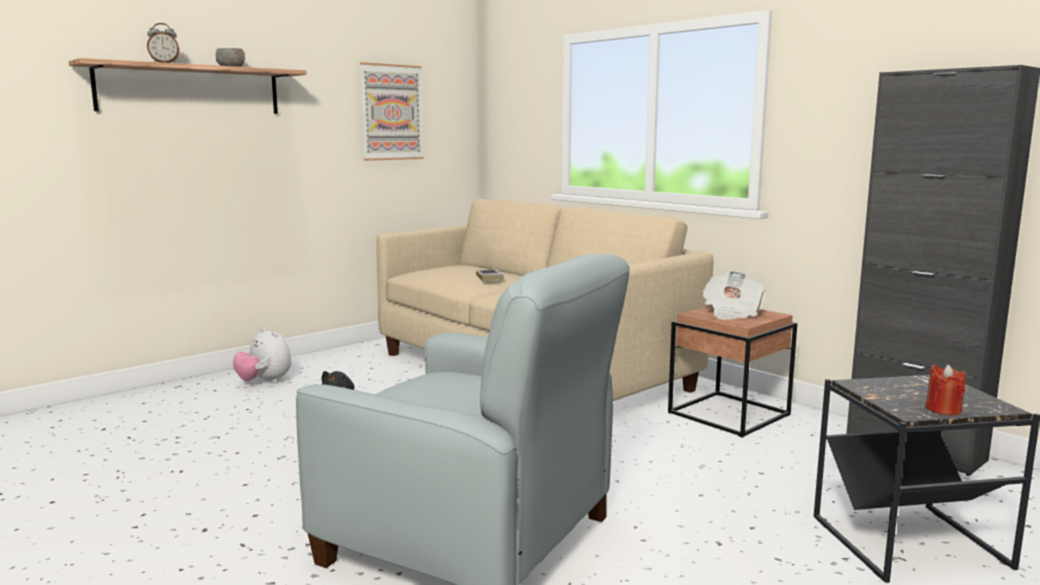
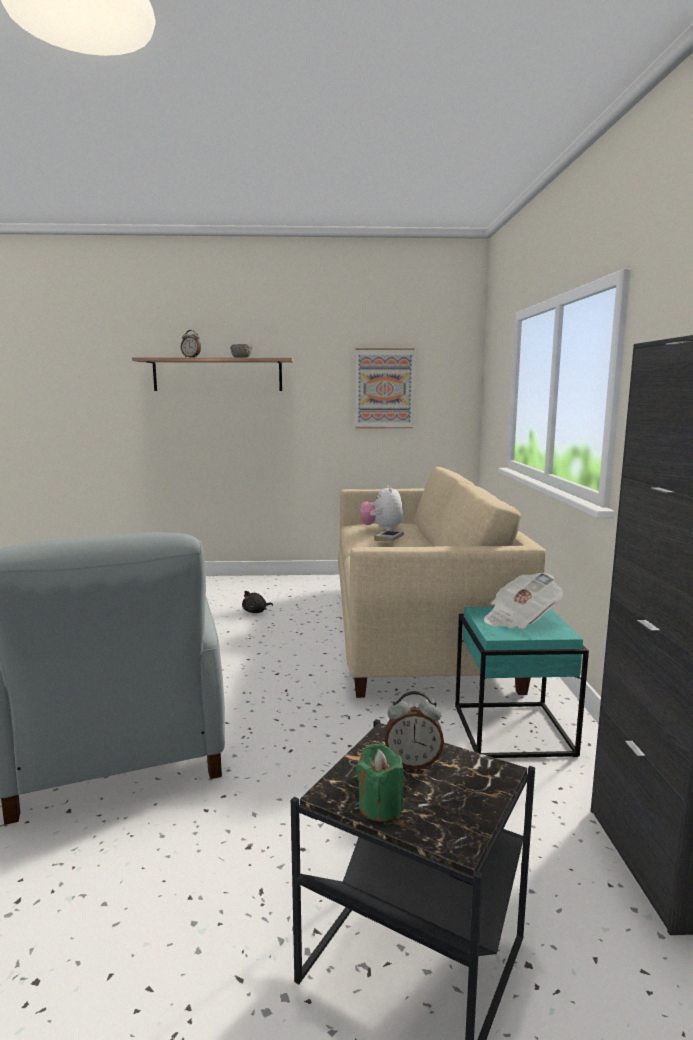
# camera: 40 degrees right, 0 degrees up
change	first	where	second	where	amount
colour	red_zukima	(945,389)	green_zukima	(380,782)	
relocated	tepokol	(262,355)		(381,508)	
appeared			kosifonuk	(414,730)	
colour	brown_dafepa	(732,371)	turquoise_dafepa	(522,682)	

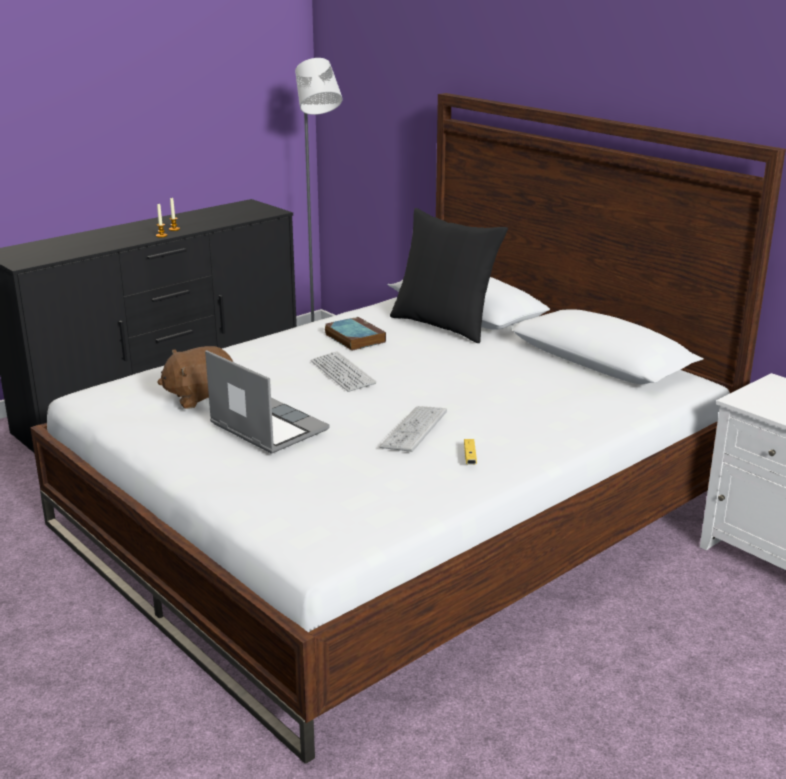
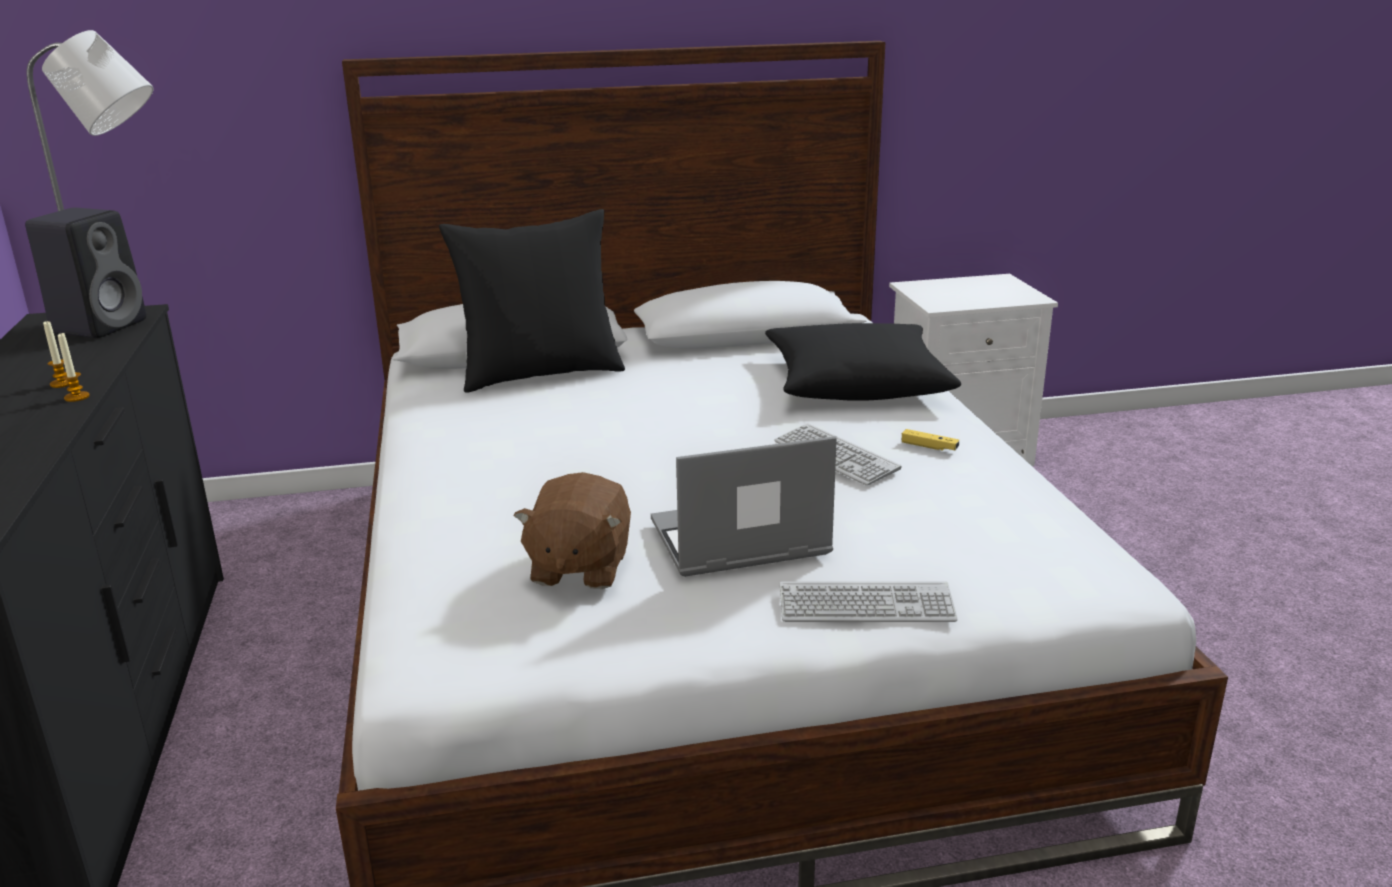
# camera: 60 degrees left, 0 degrees up
change	first	where	second	where	amount
appeared			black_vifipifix	(85,273)	
appeared			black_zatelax	(863,362)	
relocated	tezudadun	(343,371)		(868,602)	
missing	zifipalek	(355,334)			

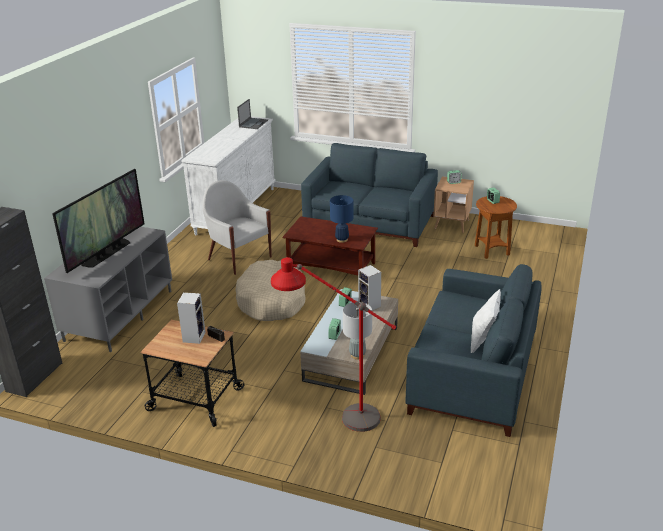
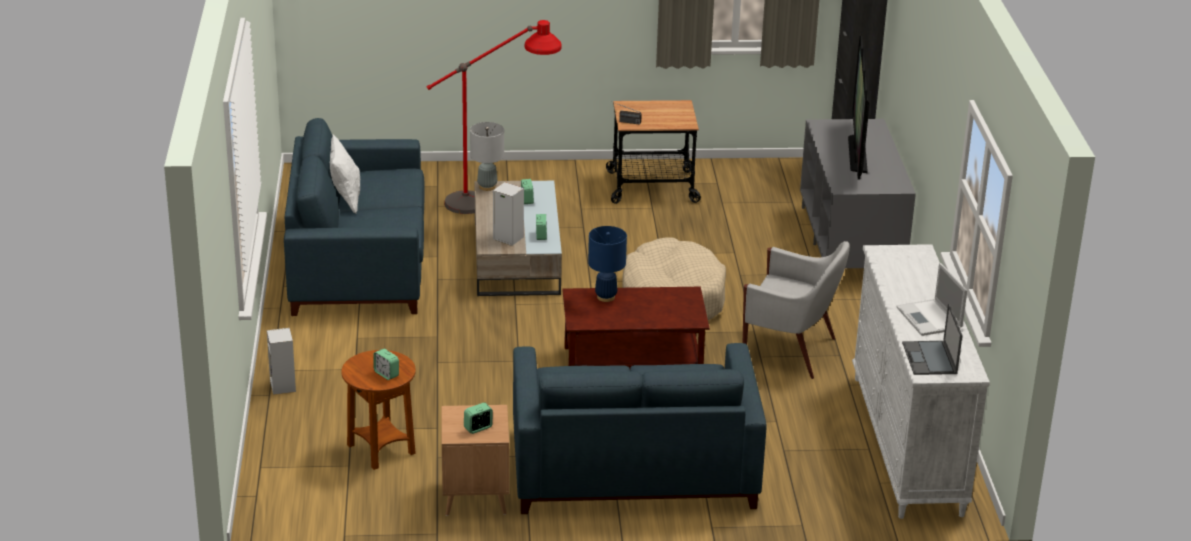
# camera: 155 degrees right, 0 degrees up
change	first	where	second	where	amount
relocated	vifipifix	(191,318)		(281,361)	
appeared			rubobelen	(931,299)	

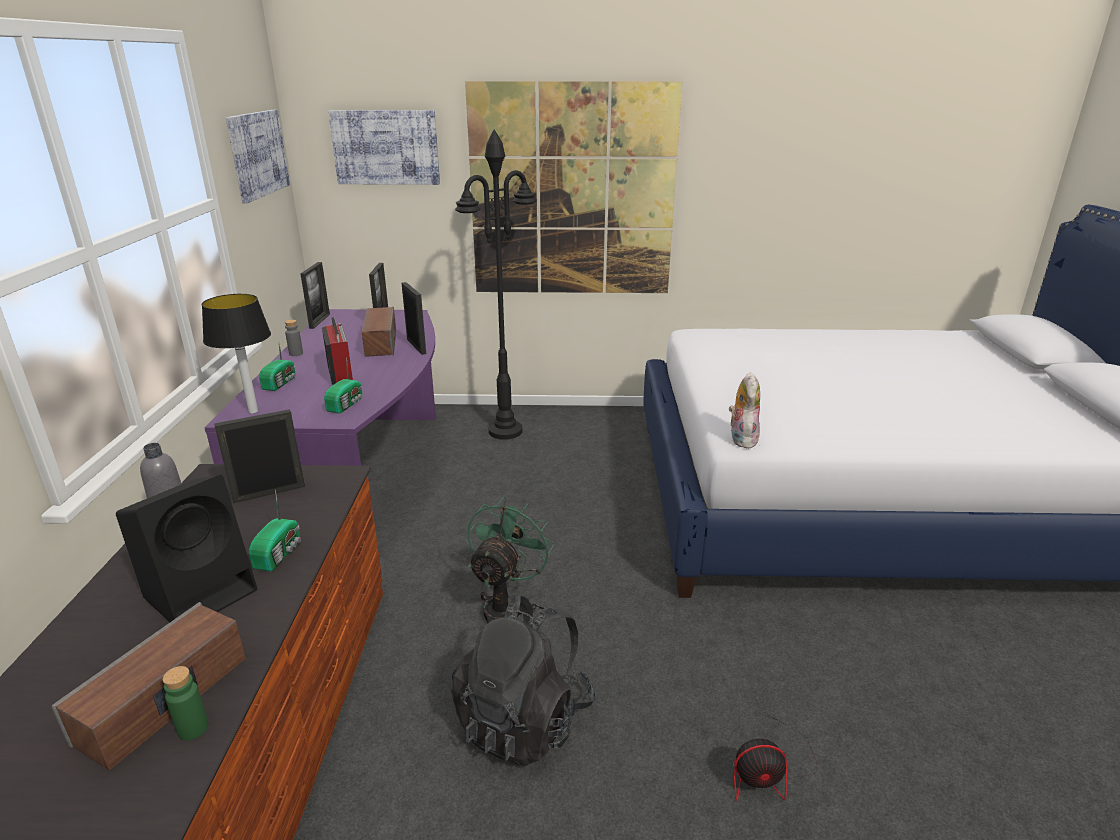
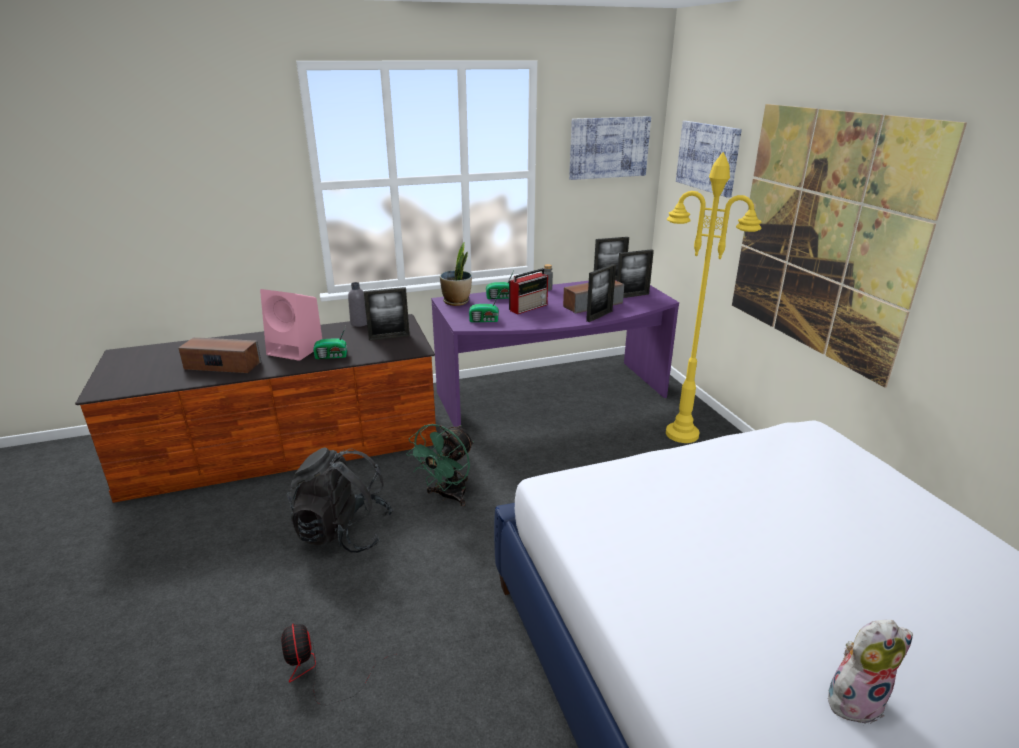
# camera: 70 degrees right, 0 degrees up
change	first	where	second	where	amount
colour	black_vifipifix	(186,548)	pink_vifipifix	(291,325)	
spun	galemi	(259,456)		(387,314)	120 degrees clockwise
spun	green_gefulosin	(510,559)		(440,465)	120 degrees clockwise
exchanged	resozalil	(236,354)	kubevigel	(456,274)	
colour	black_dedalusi	(495,285)	yellow_dedalusi	(714,297)	
relocated	tepokol	(744,410)		(870,672)	
missing	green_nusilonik	(186,703)			

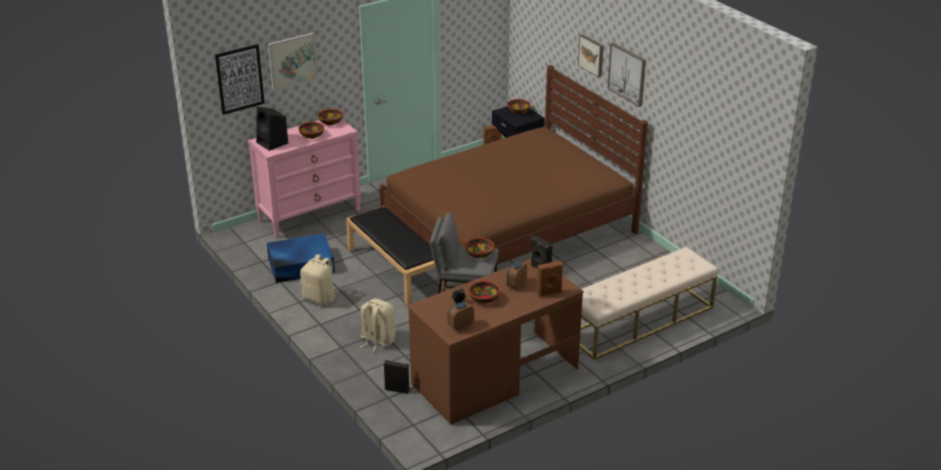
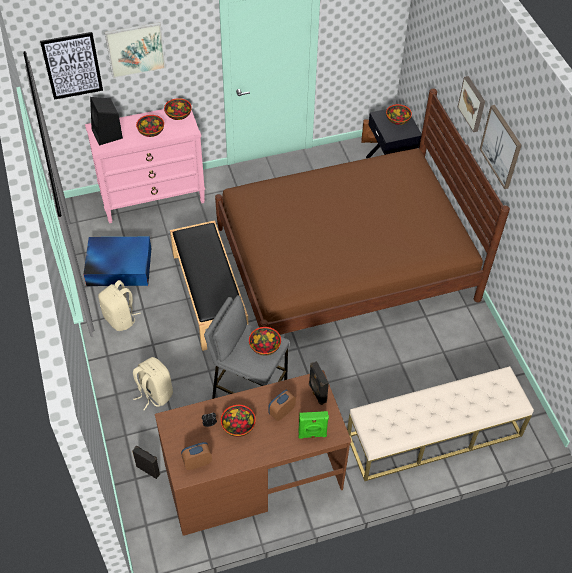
# camera: 15 degrees right, 20 degrees up
change	first	where	second	where	amount
colour	brown_vifipifix	(550,278)	green_vifipifix	(313,425)	

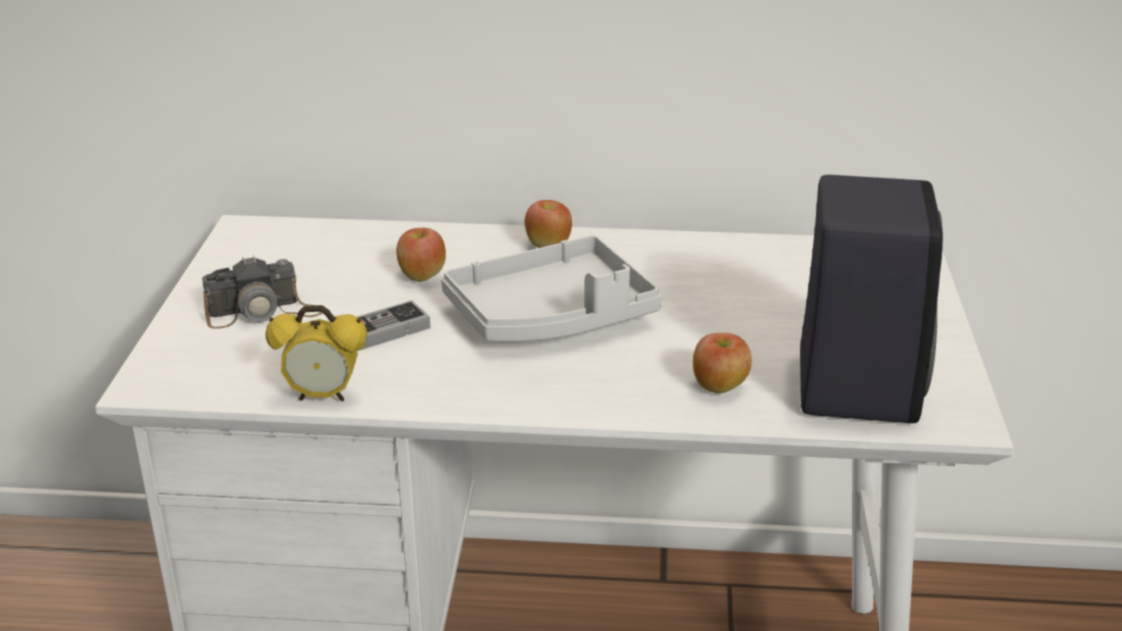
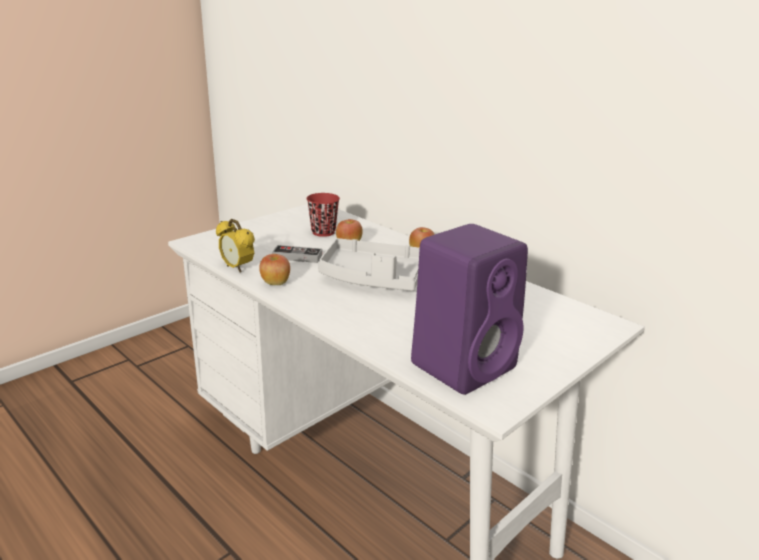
# camera: 40 degrees right, 5 degrees down
change	first	where	second	where	amount
relocated	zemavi	(722,363)		(274,269)	
appeared			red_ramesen	(323,215)	
colour	black_vifipifix	(871,299)	purple_vifipifix	(469,309)	
missing	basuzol	(262,292)			

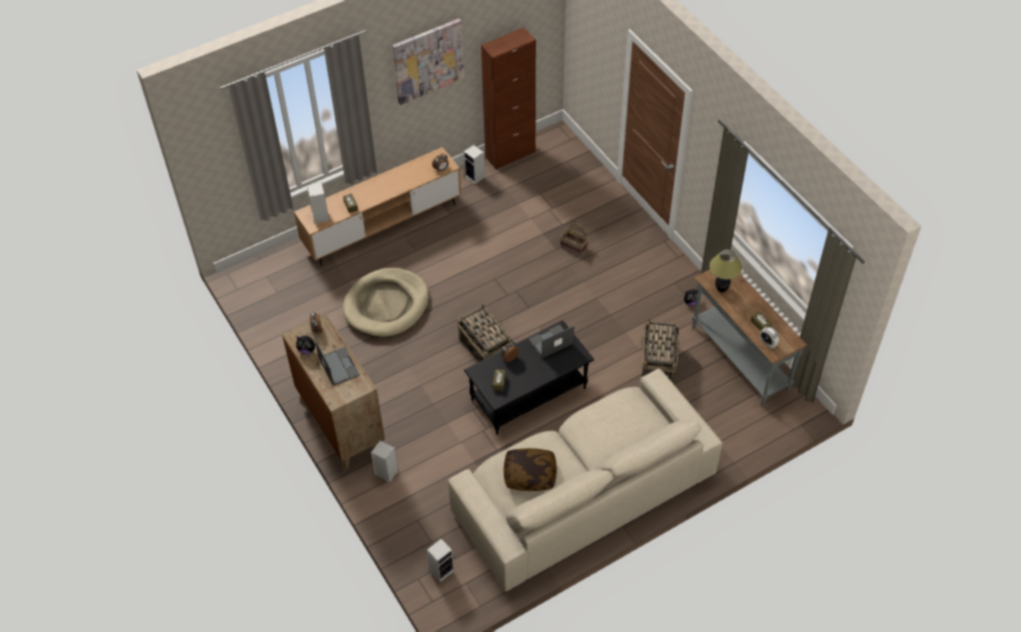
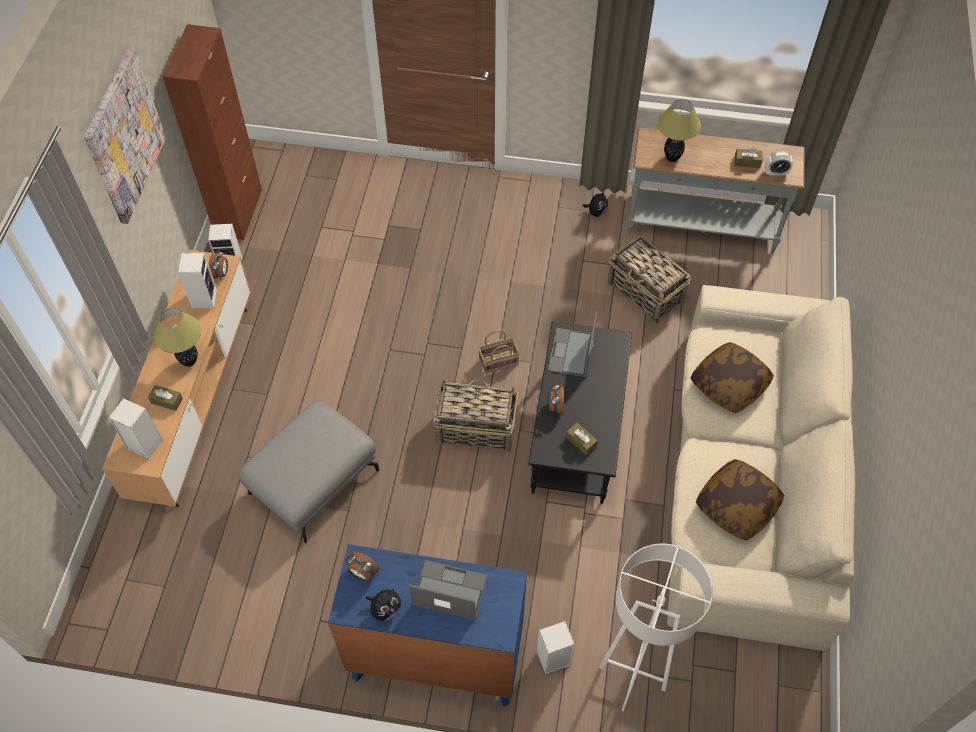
# camera: 50 degrees left, 5 degrees up
change	first	where	second	where	amount
appeared			resozalil	(177,337)	
relocated	vifipifix	(440,560)		(197,281)	
exchanged	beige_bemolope	(386,302)	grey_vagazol	(309,472)	
colour	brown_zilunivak	(333,392)	blue_zilunivak	(427,625)	
relocated	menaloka	(574,239)		(498,352)	
appeared			white_dedalusi	(656,627)	
appeared			zatelax	(732,377)	

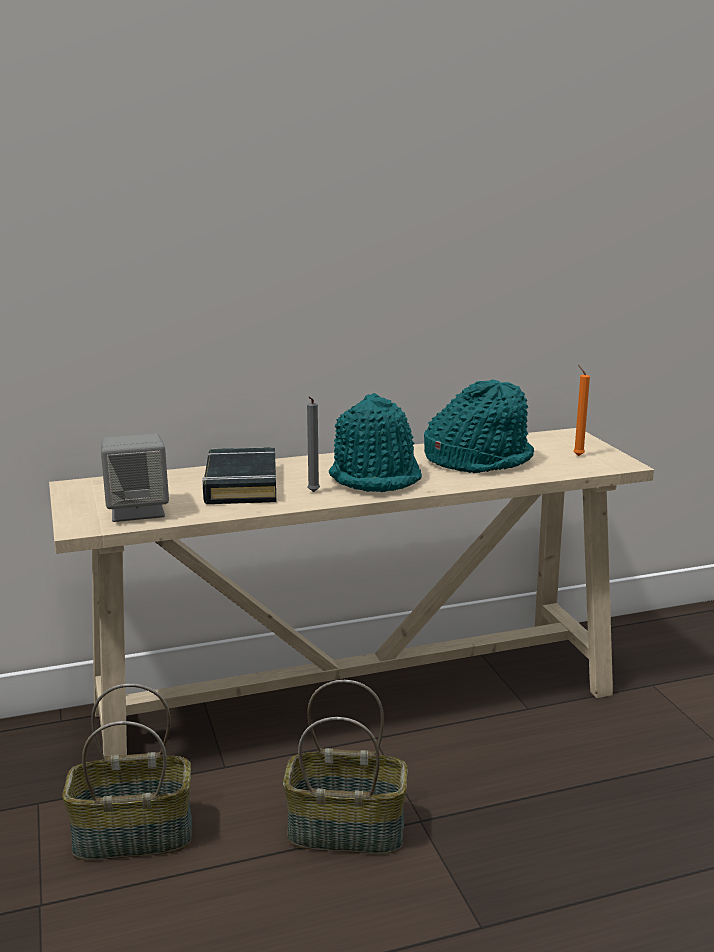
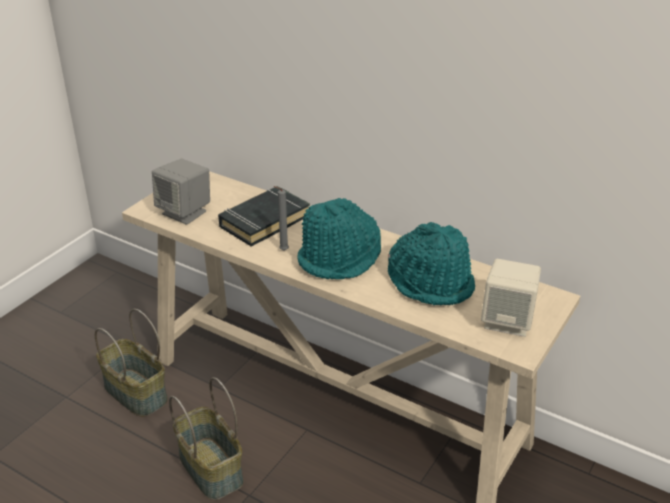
# camera: 50 degrees right, 15 degrees up
change	first	where	second	where	amount
exchanged	orange_zukima	(581,410)	beige_vifipifix	(511,298)	

